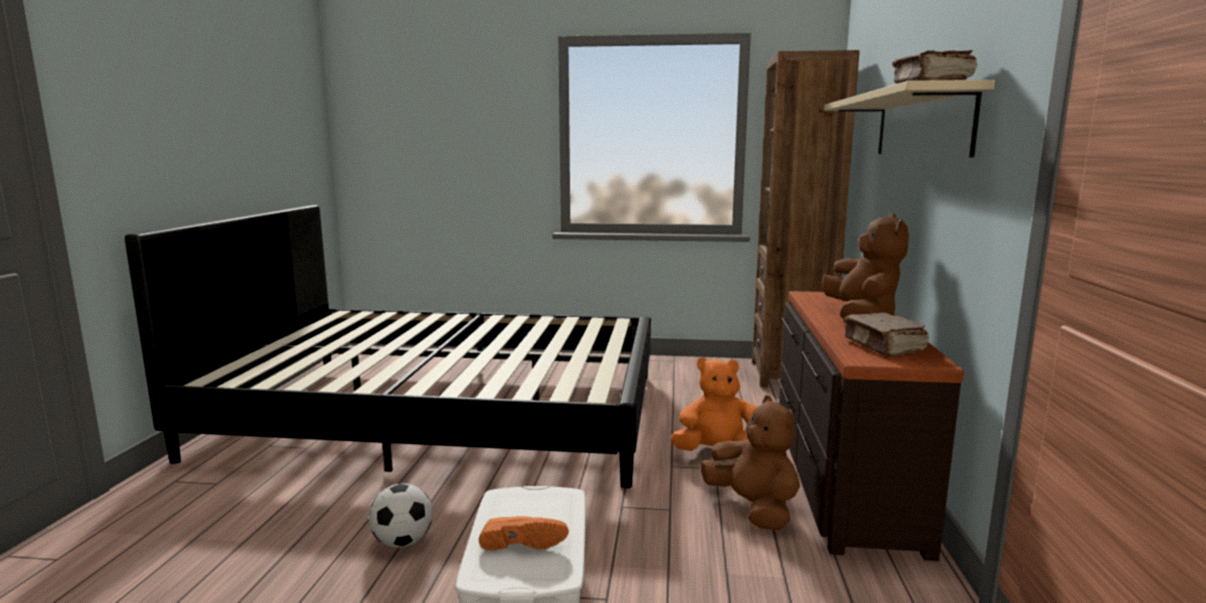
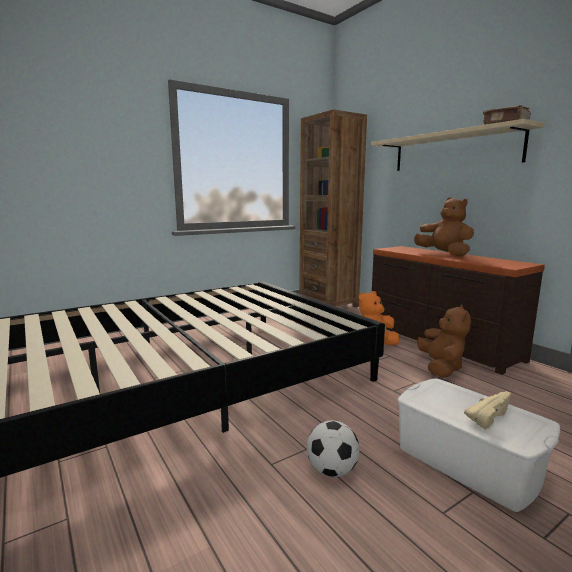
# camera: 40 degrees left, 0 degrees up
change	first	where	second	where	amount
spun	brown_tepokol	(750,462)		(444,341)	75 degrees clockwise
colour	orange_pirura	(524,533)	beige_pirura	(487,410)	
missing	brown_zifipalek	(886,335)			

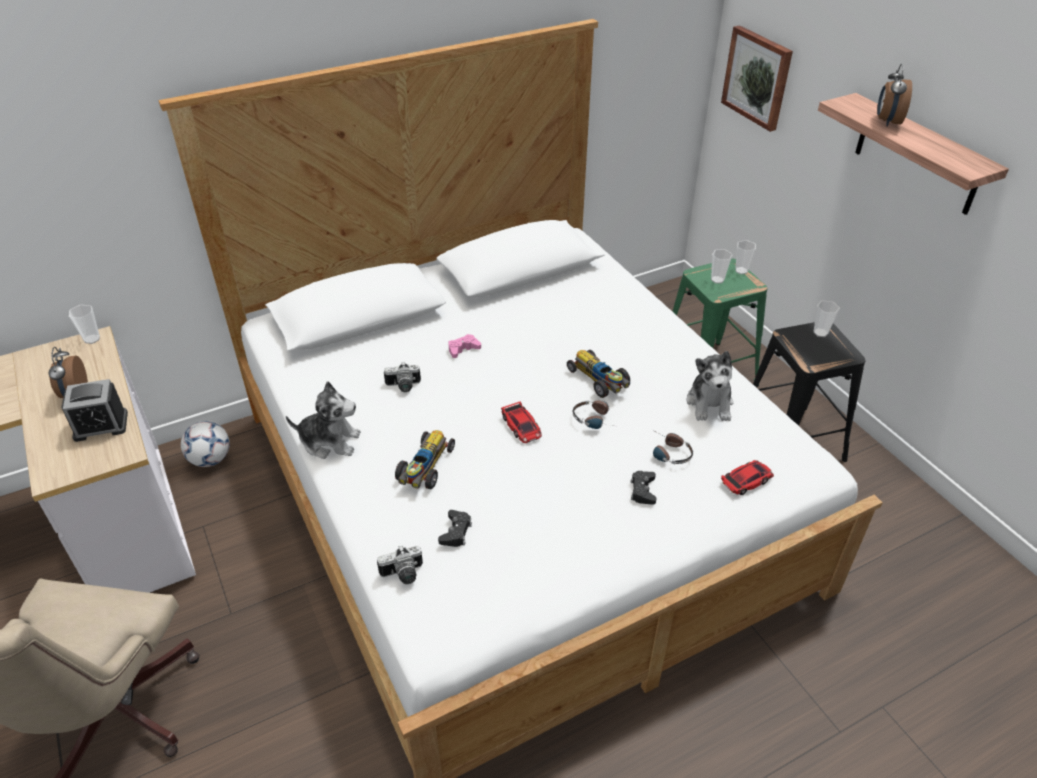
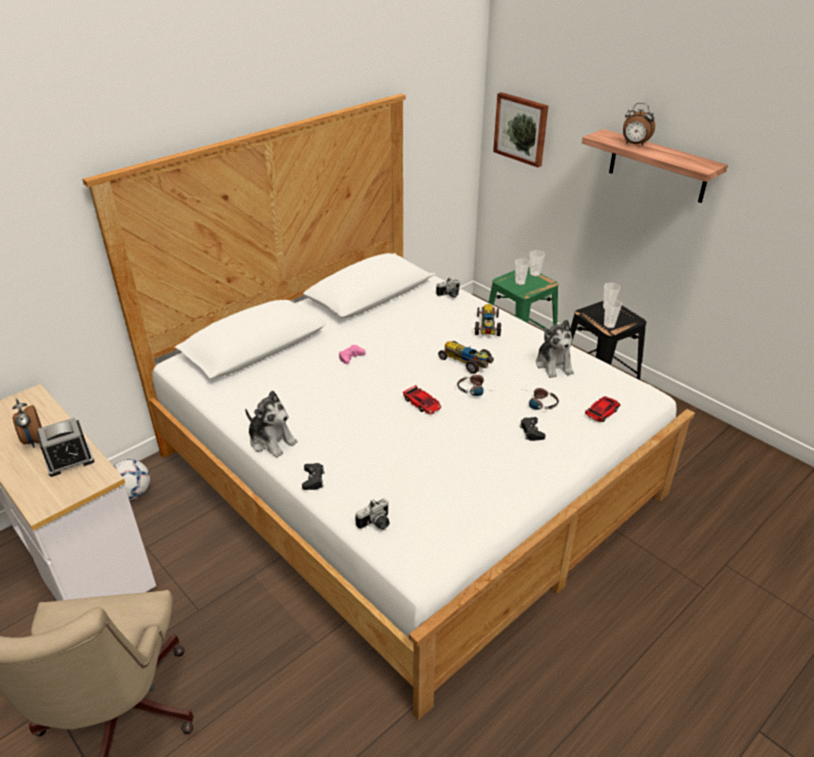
# camera: 15 degrees left, 5 degrees down
change	first	where	second	where	amount
spun	tepokol	(323,420)		(271,424)	45 degrees clockwise
relocated	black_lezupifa	(455,528)		(313,476)	
relocated	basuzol	(402,377)		(448,287)	
relocated	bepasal	(425,459)		(488,320)	
relocated	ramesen	(84,324)		(613,313)	
spun	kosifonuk	(894,95)		(639,124)	60 degrees counterclockwise

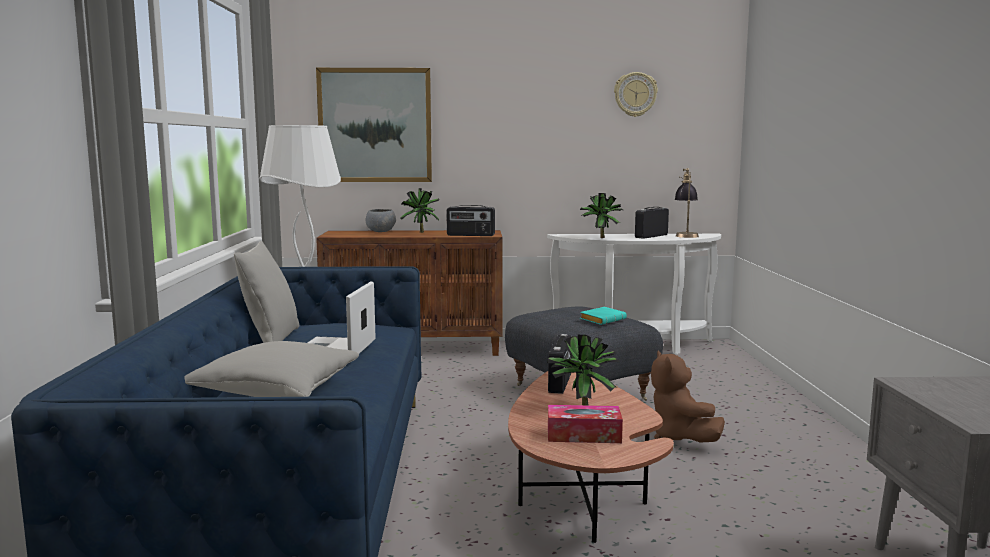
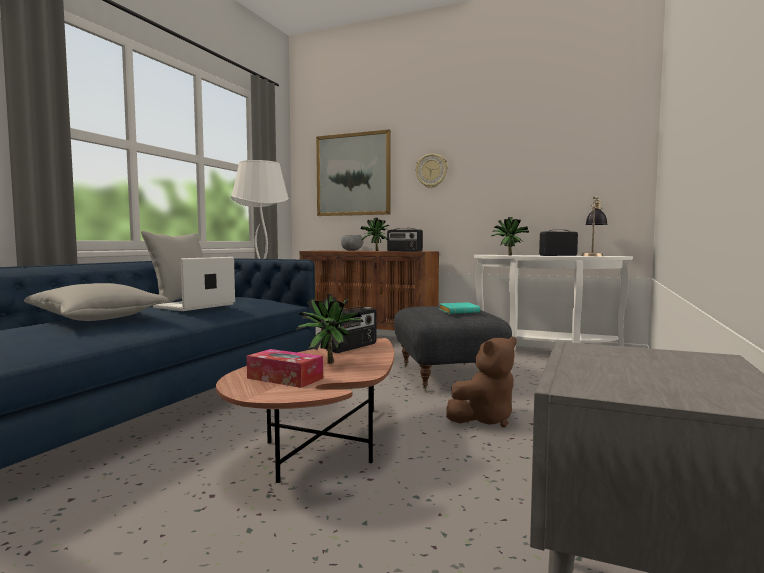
# camera: 25 degrees right, 5 degrees down
change	first	where	second	where	amount
relocated	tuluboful	(636,94)		(431,171)	
spun	brown_tepokol	(688,396)		(481,382)	135 degrees counterclockwise

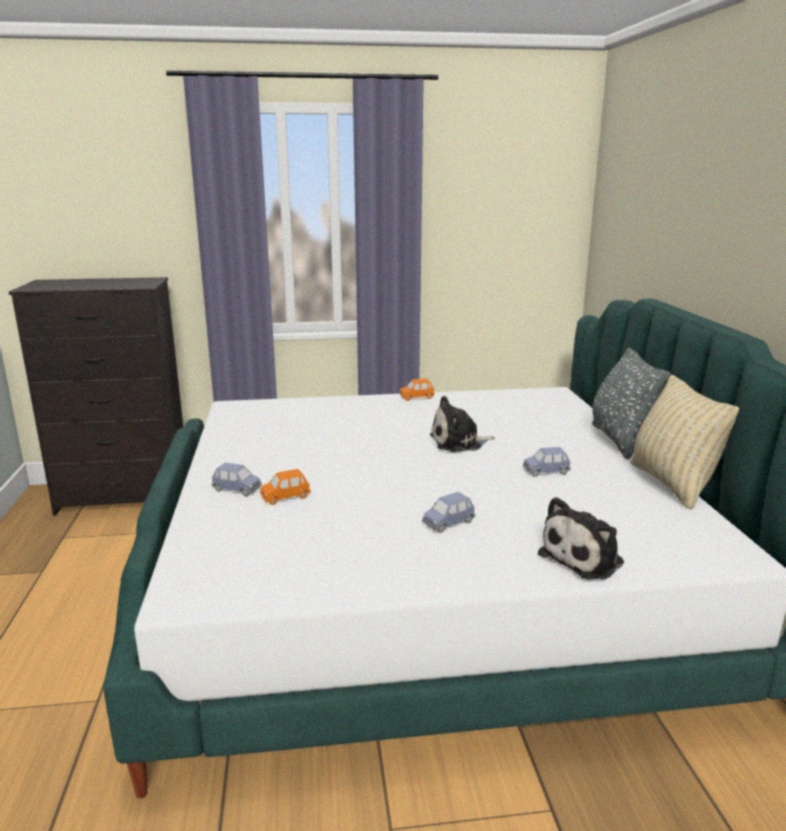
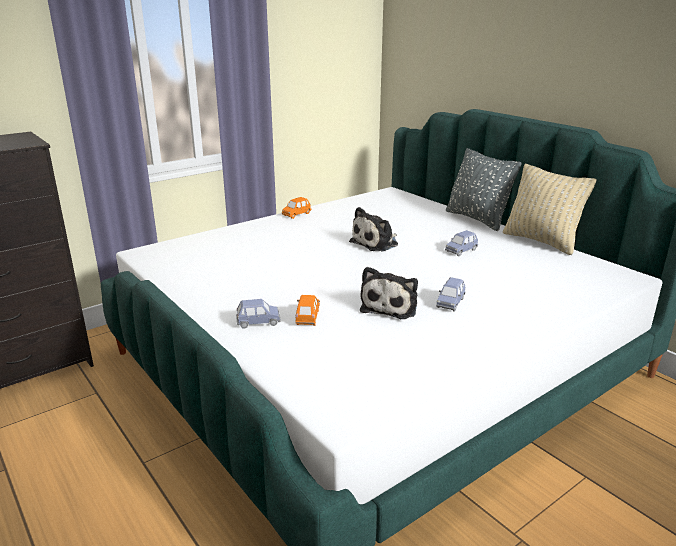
# camera: 30 degrees left, 5 degrees up
change	first	where	second	where	amount
spun	orange_bepasal	(285,487)		(307,310)	150 degrees clockwise
relocated	tepokol	(581,538)		(389,293)	

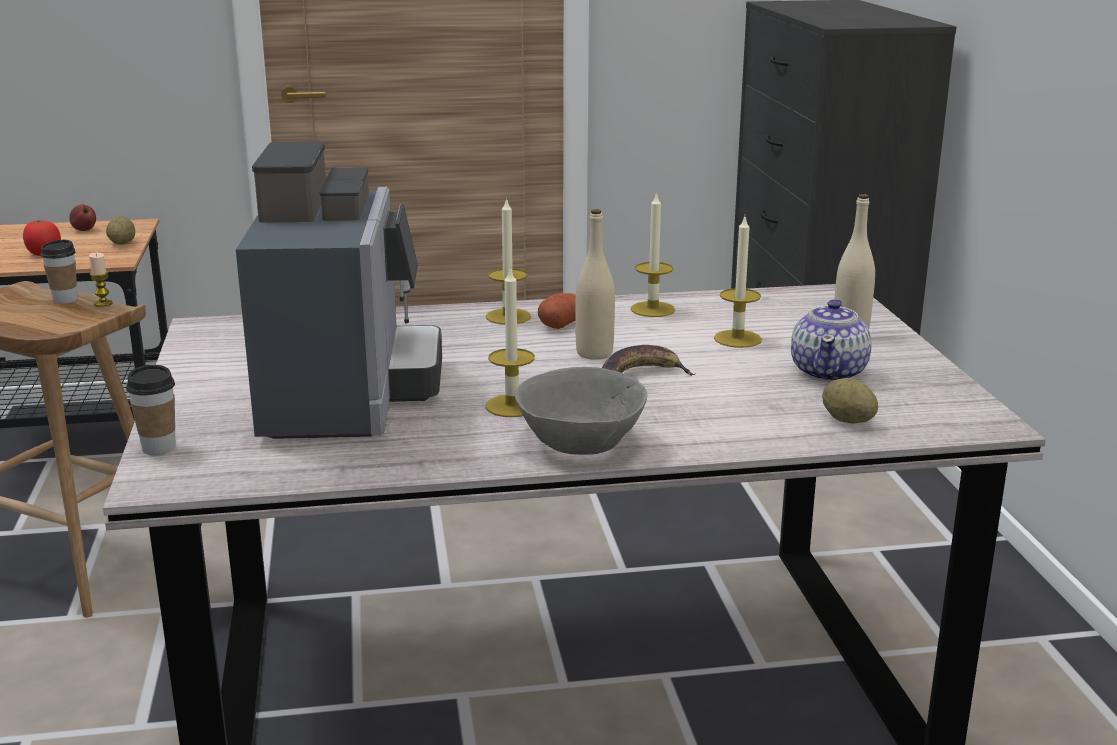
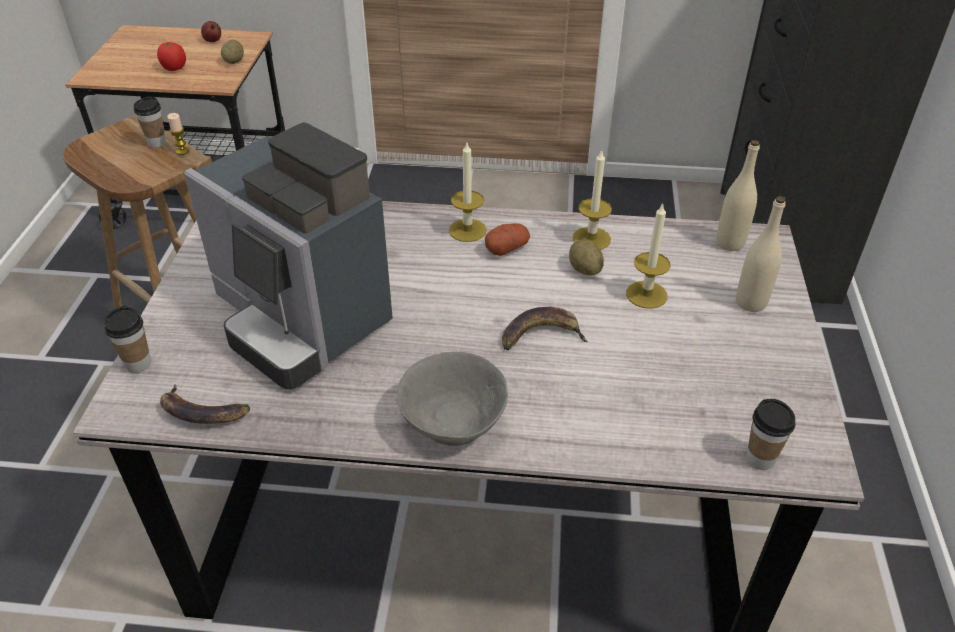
# camera: 15 degrees right, 20 degrees up
change	first	where	second	where	amount
appeared			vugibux	(205,404)	
spun	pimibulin	(339,290)		(288,255)	120 degrees clockwise
relocated	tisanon	(850,401)		(586,257)	
relocated	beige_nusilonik	(595,284)		(738,195)	
appeared			ramesen	(771,434)	
missing	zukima	(510,342)			
missing	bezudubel	(831,340)			

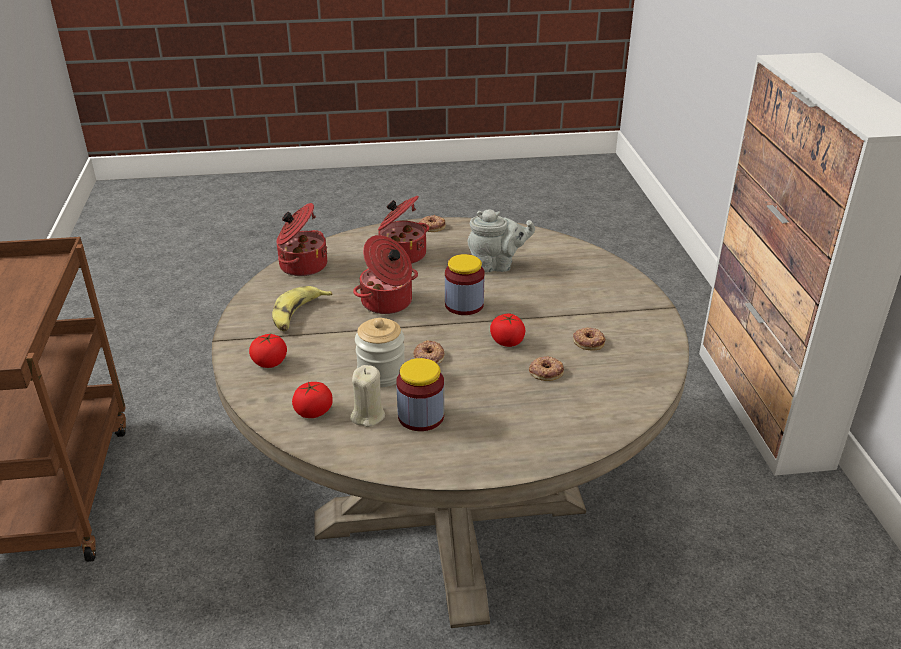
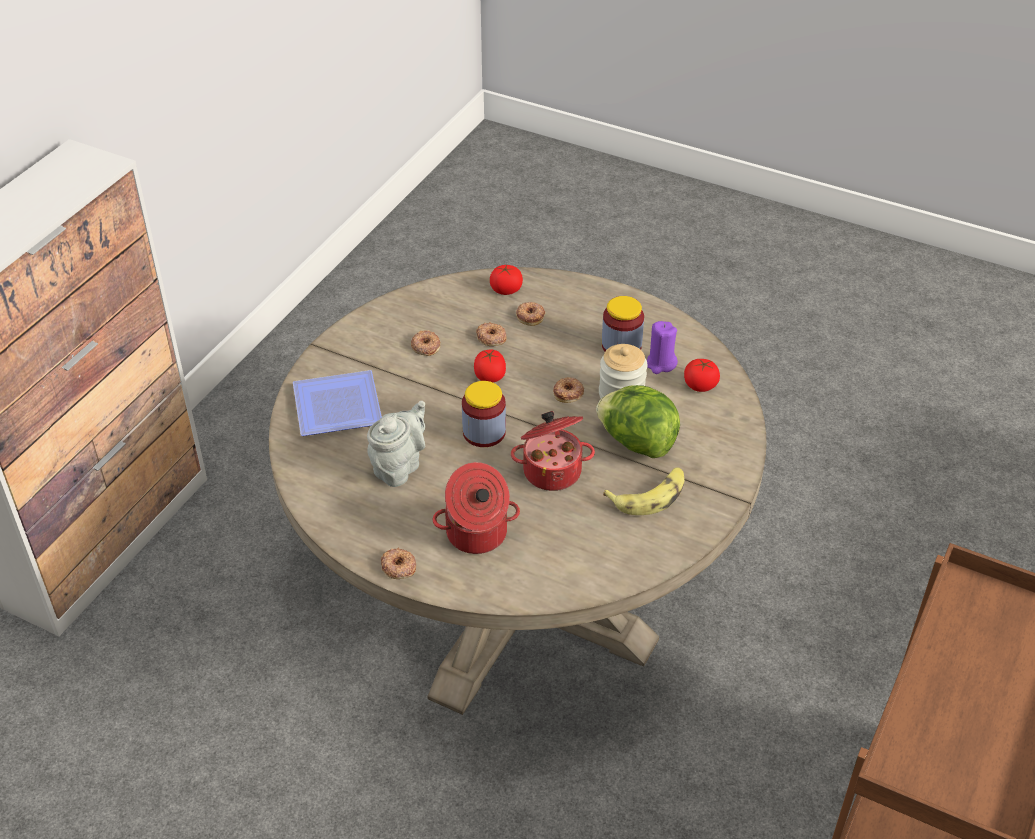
# camera: 145 degrees left, 10 degrees up
change	first	where	second	where	amount
appeared			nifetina	(337,403)	
spun	grey_bezudubel	(501,241)		(396,444)	90 degrees clockwise
relocated	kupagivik	(268,351)		(506,279)	
appeared			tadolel	(530,314)	
appeared			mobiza	(638,421)	
colour	beige_zukima	(367,396)	purple_zukima	(662,347)	
missing	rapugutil	(302,239)			

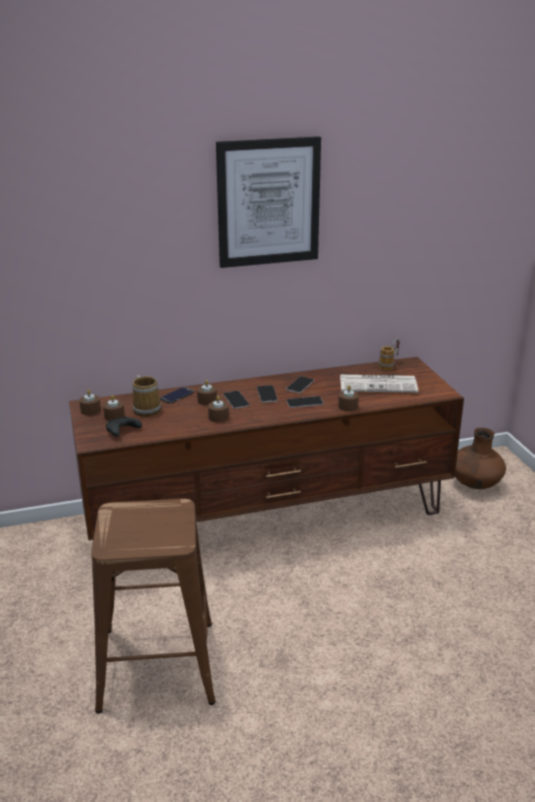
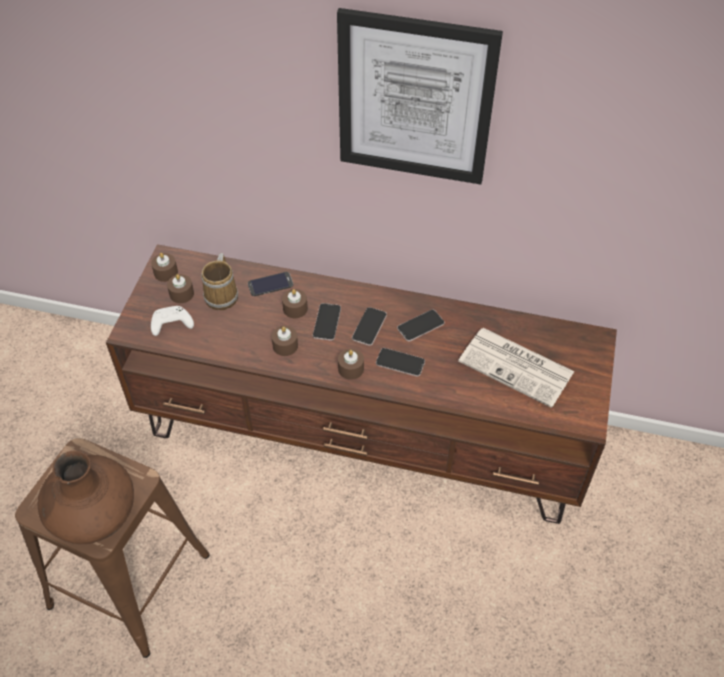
# camera: 30 degrees right, 25 degrees up
change	first	where	second	where	amount
relocated	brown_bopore	(480,458)		(86,497)	
colour	black_lezupifa	(124,426)	white_lezupifa	(172,321)	
relocated	brown_zukima	(348,398)		(351,364)	
missing	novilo	(389,354)			

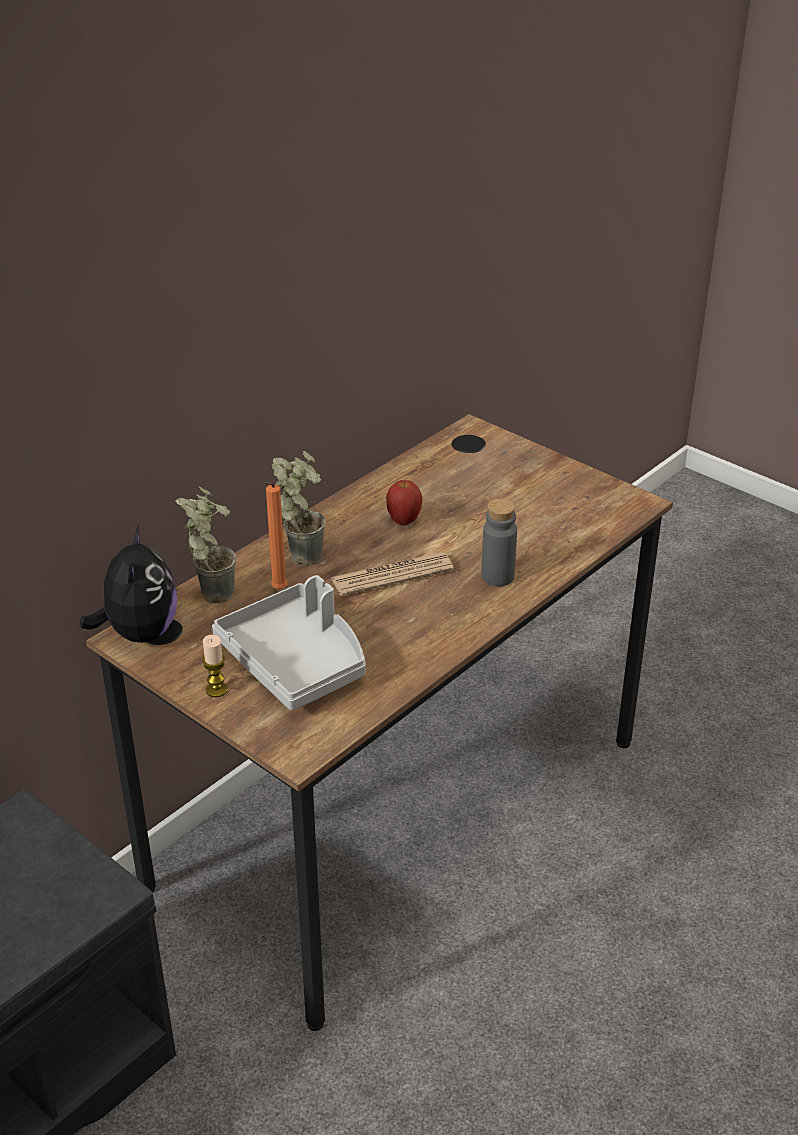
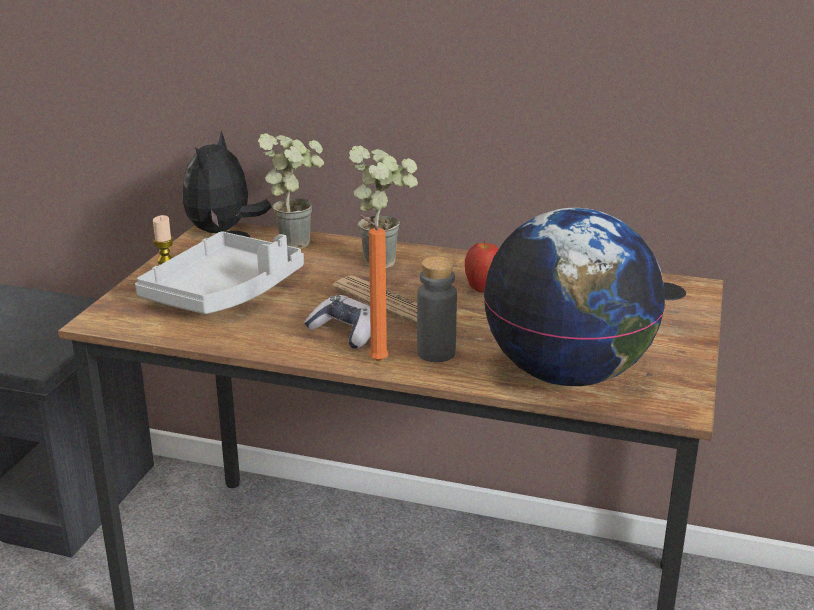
# camera: 65 degrees right, 10 degrees down
change	first	where	second	where	amount
spun	tepokol	(128,584)		(226,182)	135 degrees clockwise
appeared			lezupifa	(337,322)	
relocated	orange_zukima	(276,535)		(373,288)	
appeared			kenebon	(574,297)	

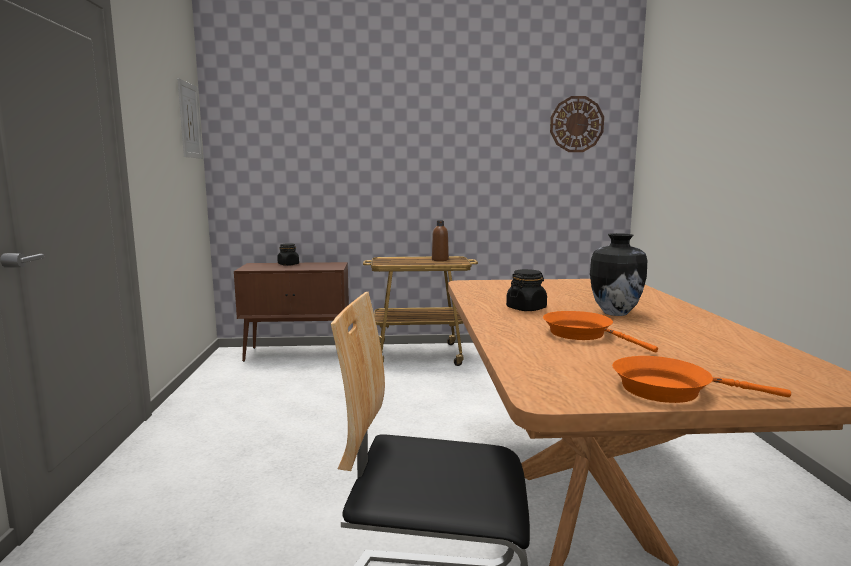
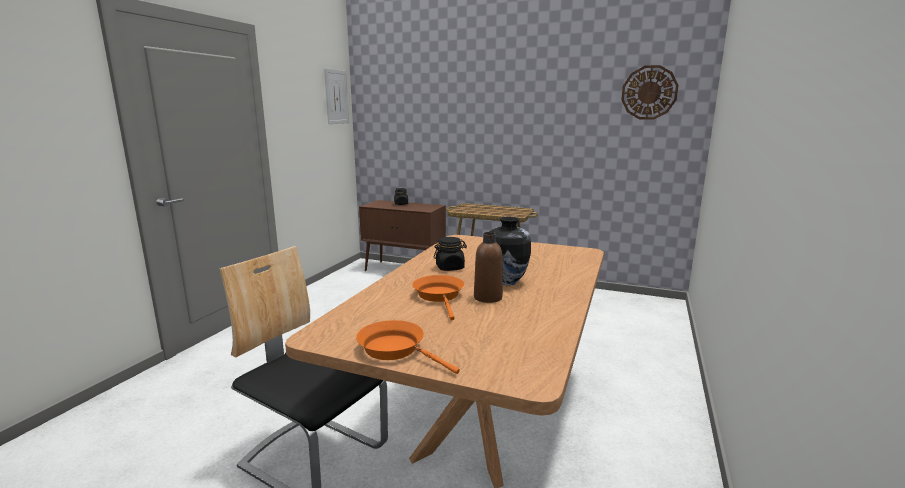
# camera: 25 degrees right, 5 degrees up
change	first	where	second	where	amount
relocated	brown_nusilonik	(440,241)		(488,267)	

